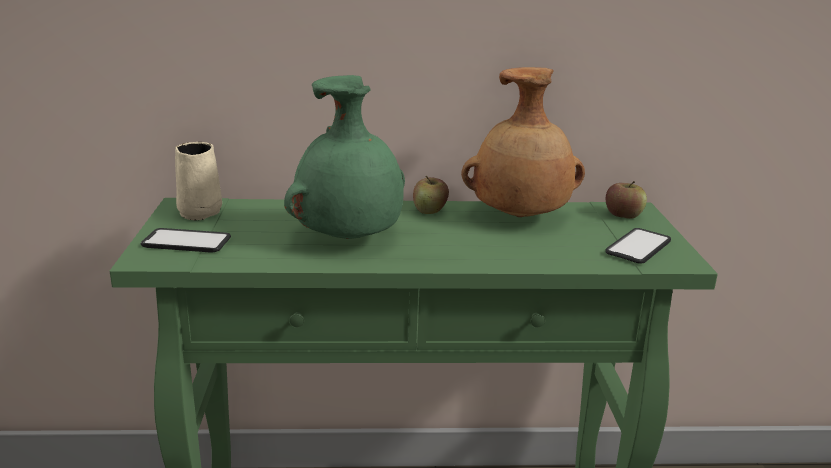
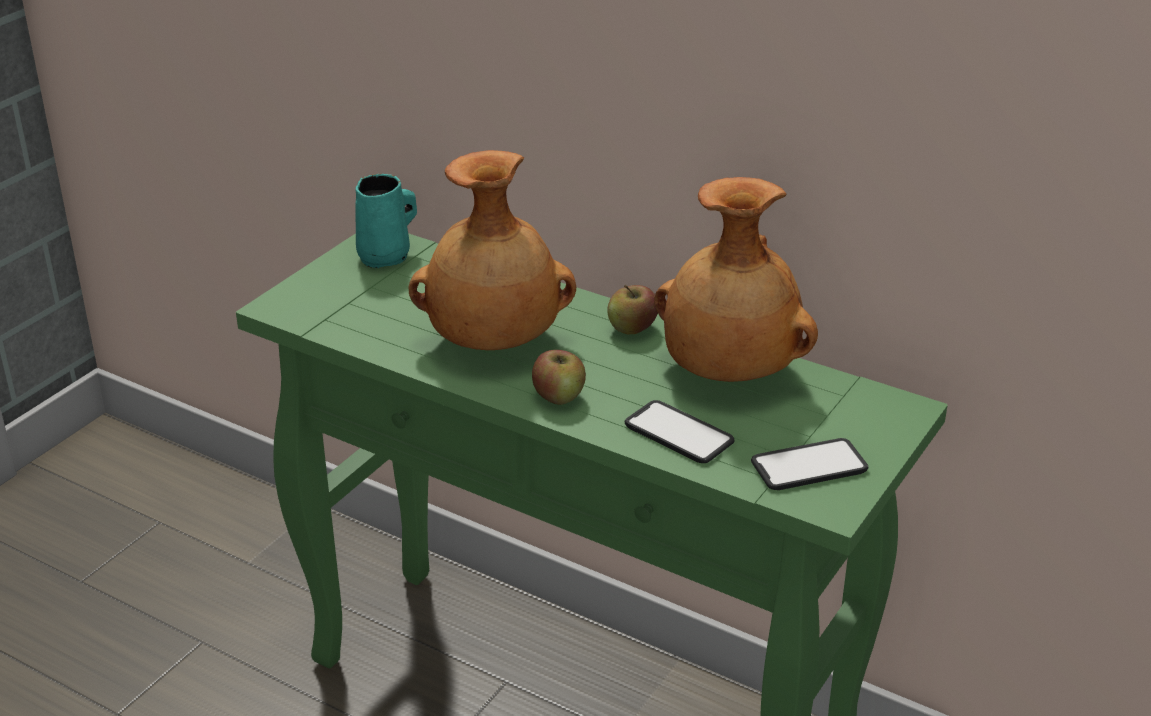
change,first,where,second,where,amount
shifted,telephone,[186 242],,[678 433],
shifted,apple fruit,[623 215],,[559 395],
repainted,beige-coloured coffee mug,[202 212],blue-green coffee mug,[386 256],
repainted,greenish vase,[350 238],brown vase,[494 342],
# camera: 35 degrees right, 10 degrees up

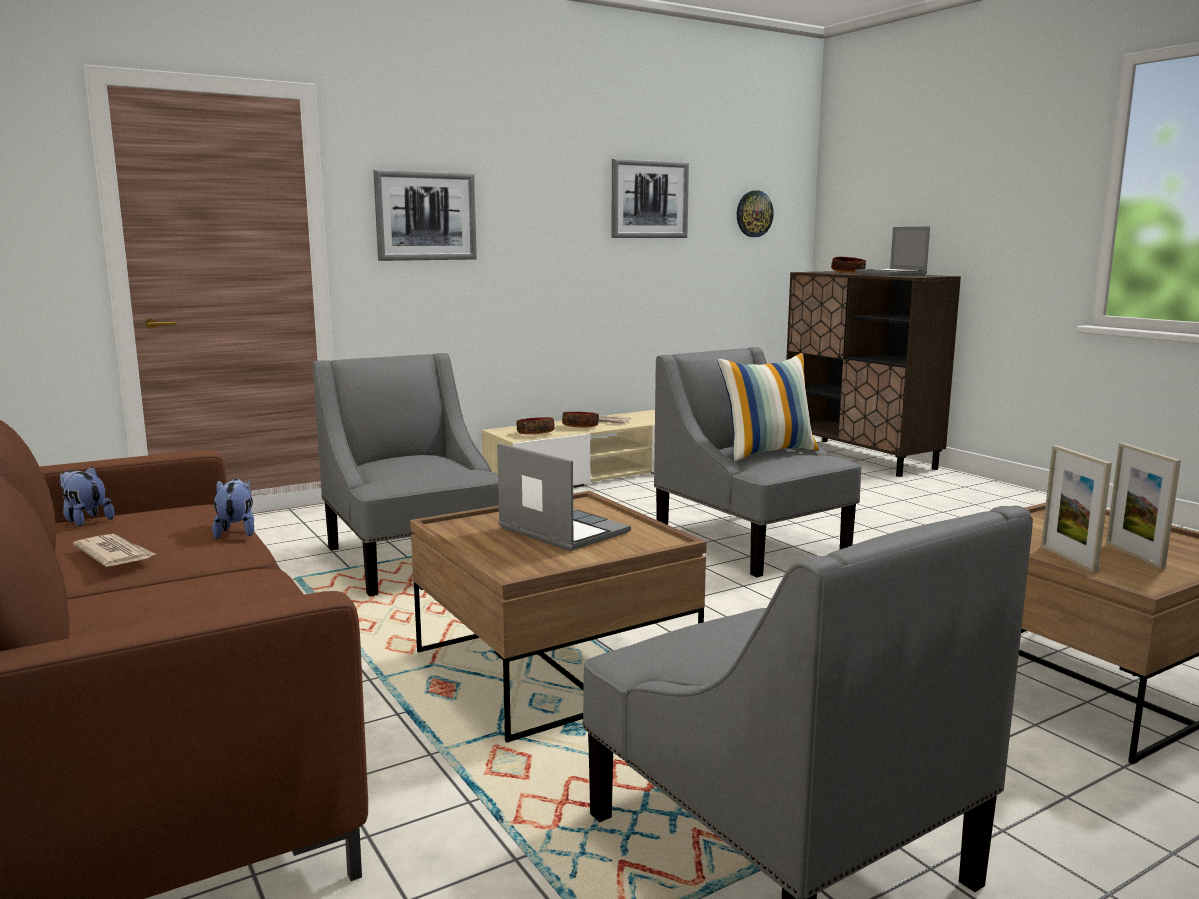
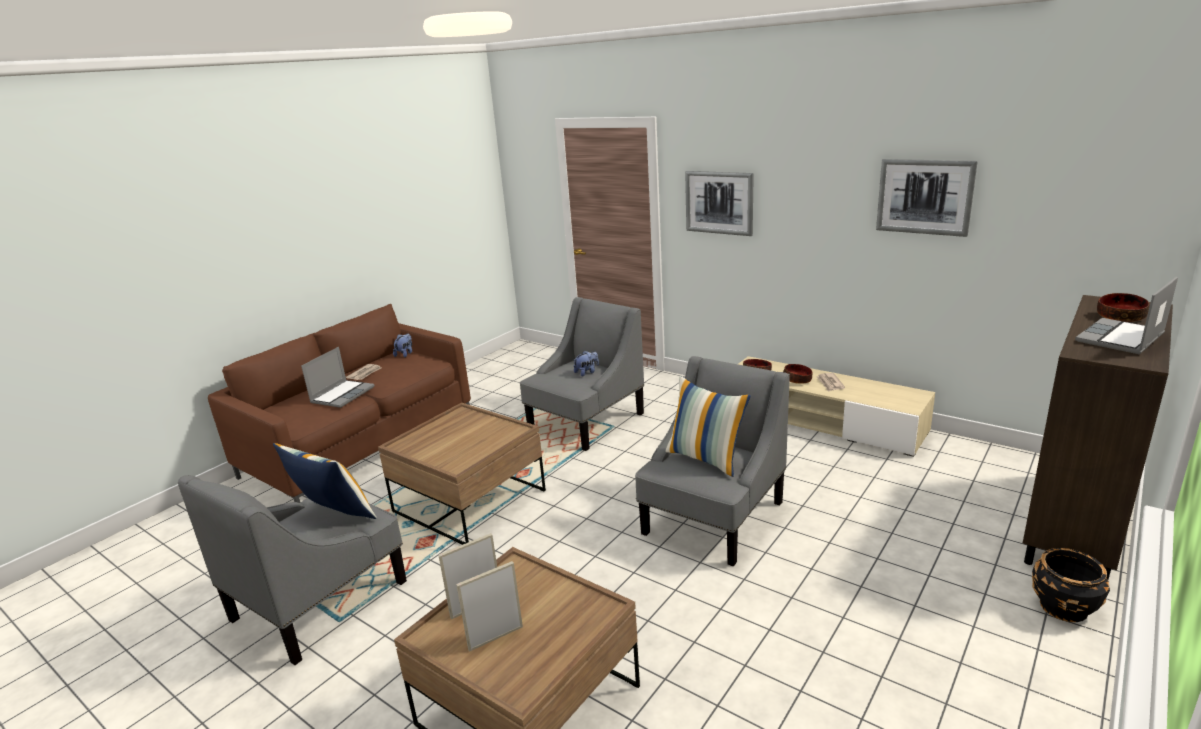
change,first,where,second,where,amount
gone,clock on the wall,[754 214],,,
new,,,pillow,[334 515],
new,,,black flower pot,[1063 607],
shifted,plush toy,[236 532],,[587 372],
shifted,laptop,[560 530],,[342 394],
# camera: 70 degrees right, 10 degrees up

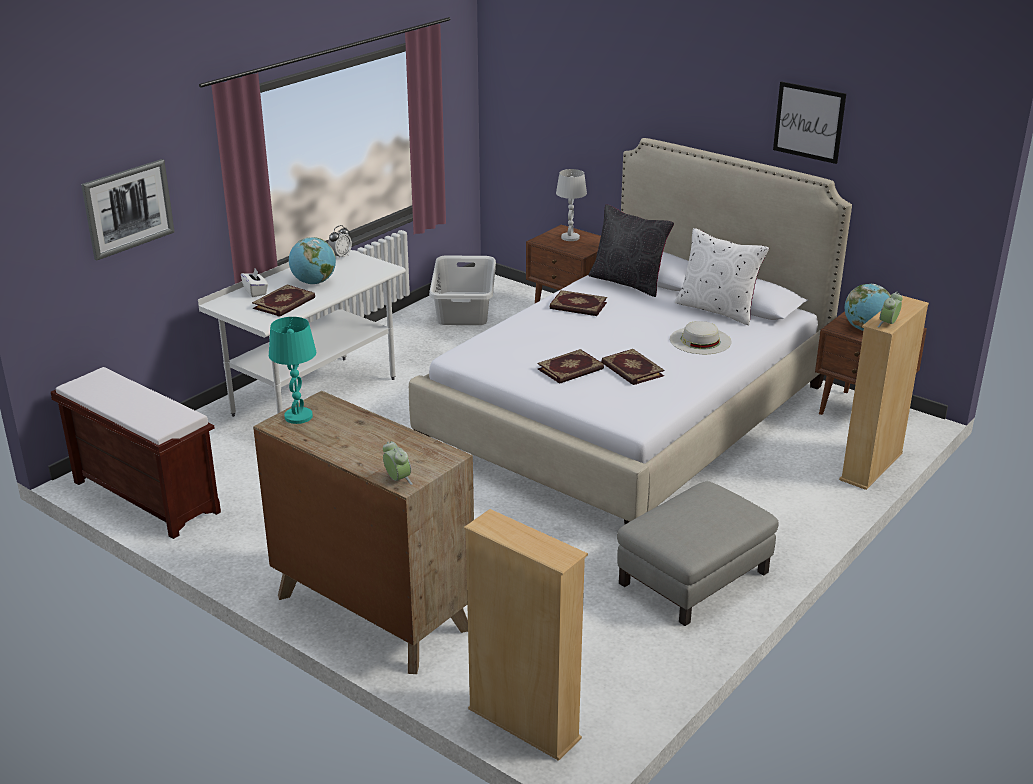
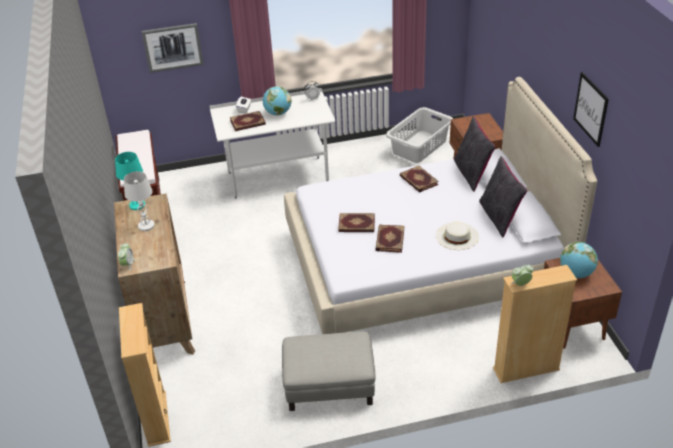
change,first,where,second,where,amount
shifted,whitish table lamp,[570 237],,[146 226],
repainted,whitish pillow,[717 310],black pillow,[499 217],
# camera: 40 degrees right, 10 degrees up

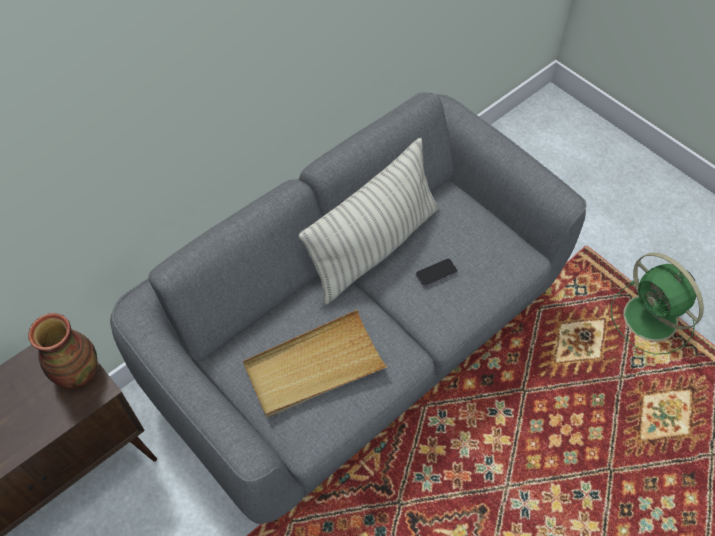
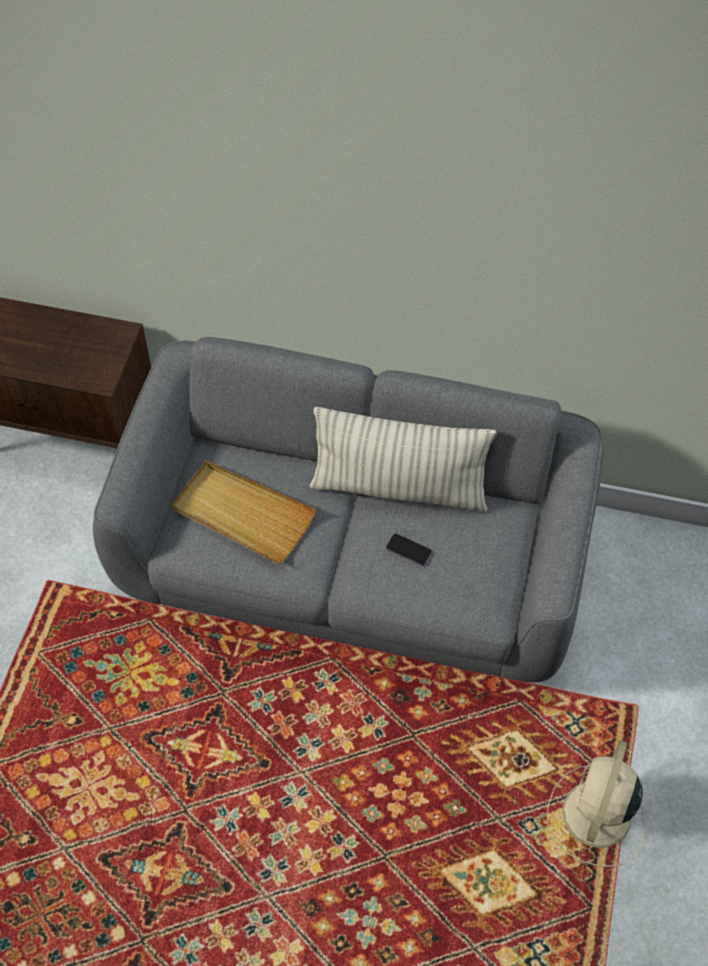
change,first,where,second,where,amount
gone,vase,[77 372],,,
repainted,greenish fan,[652 320],beige-coloured fan,[595 817],
# camera: 55 degrees right, 0 degrees up

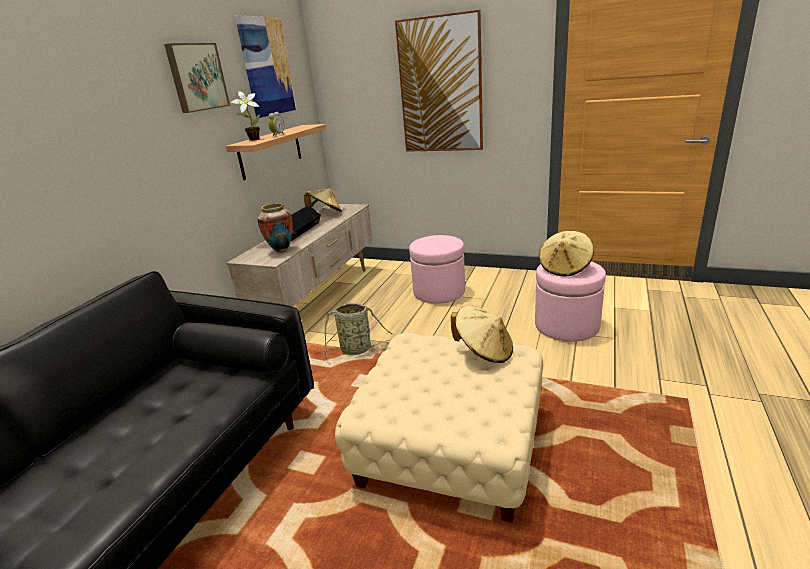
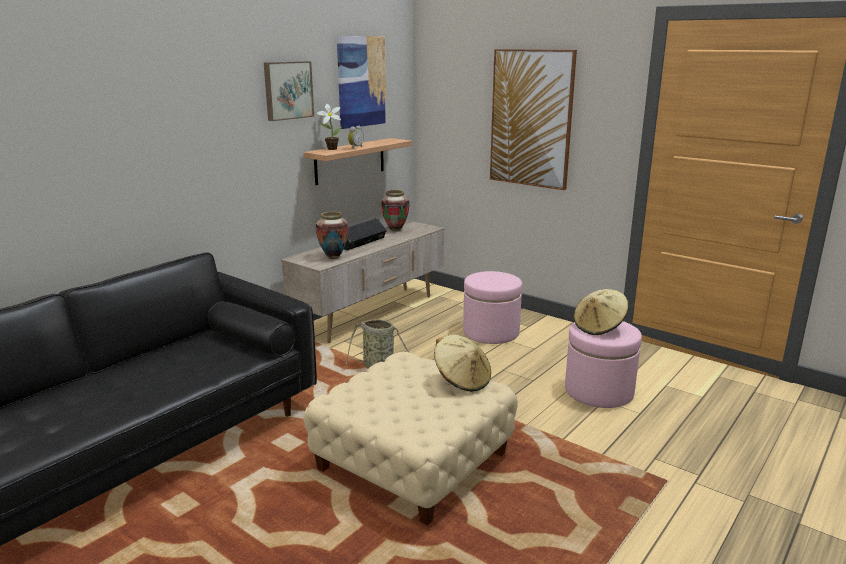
change,first,where,second,where,amount
swapped,beige-coloured wearable hat,[325 214],vase,[395 230],
# camera: 15 degrees right, 5 degrees down

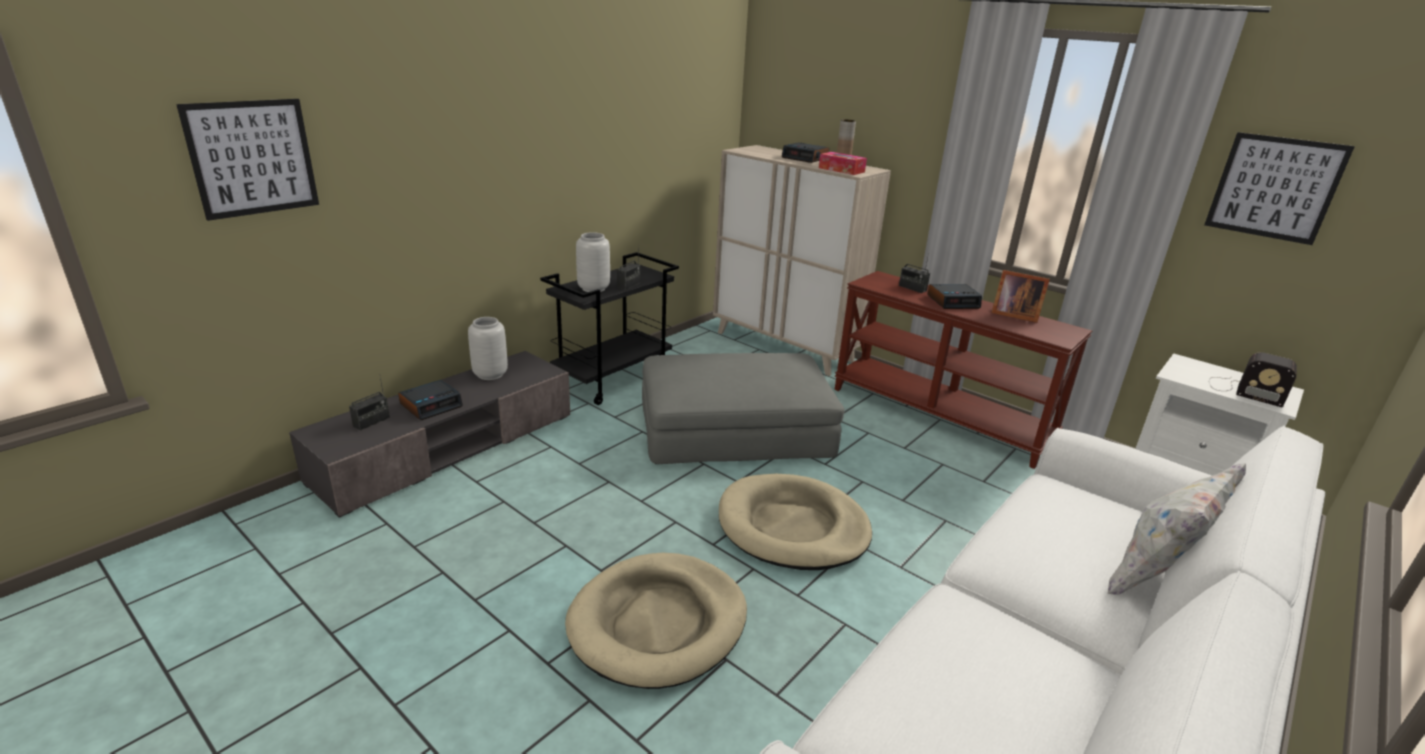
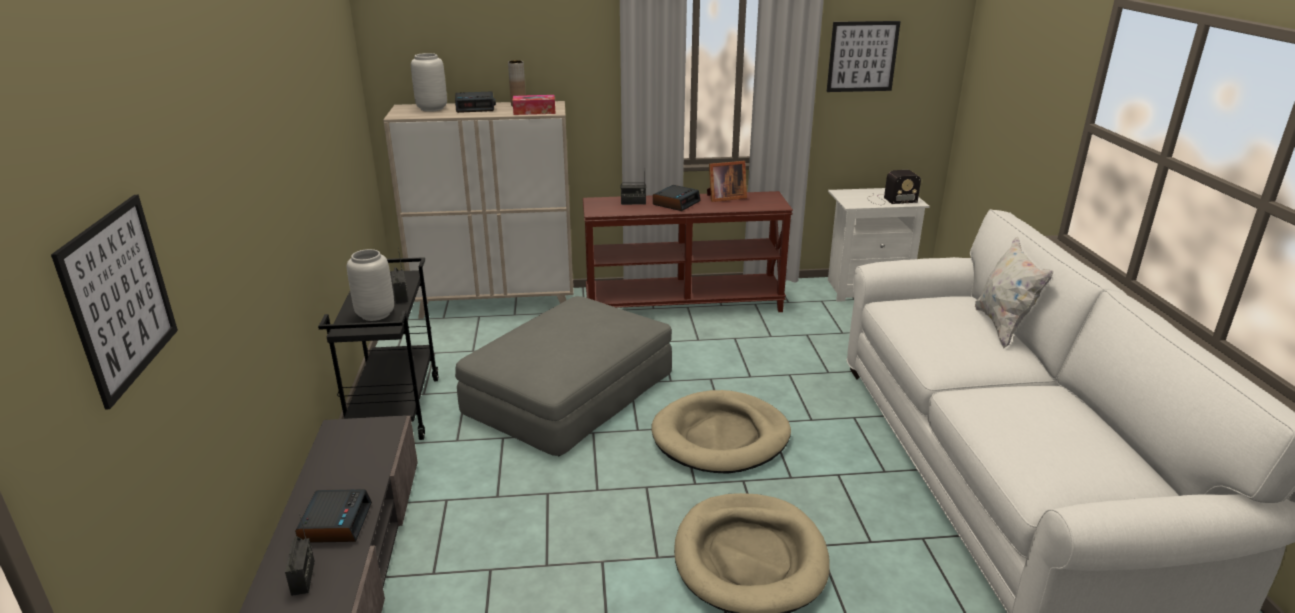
change,first,where,second,where,amount
shifted,gray vase,[490 374],,[431 109],
# camera: 45 degrees left, 0 degrees up

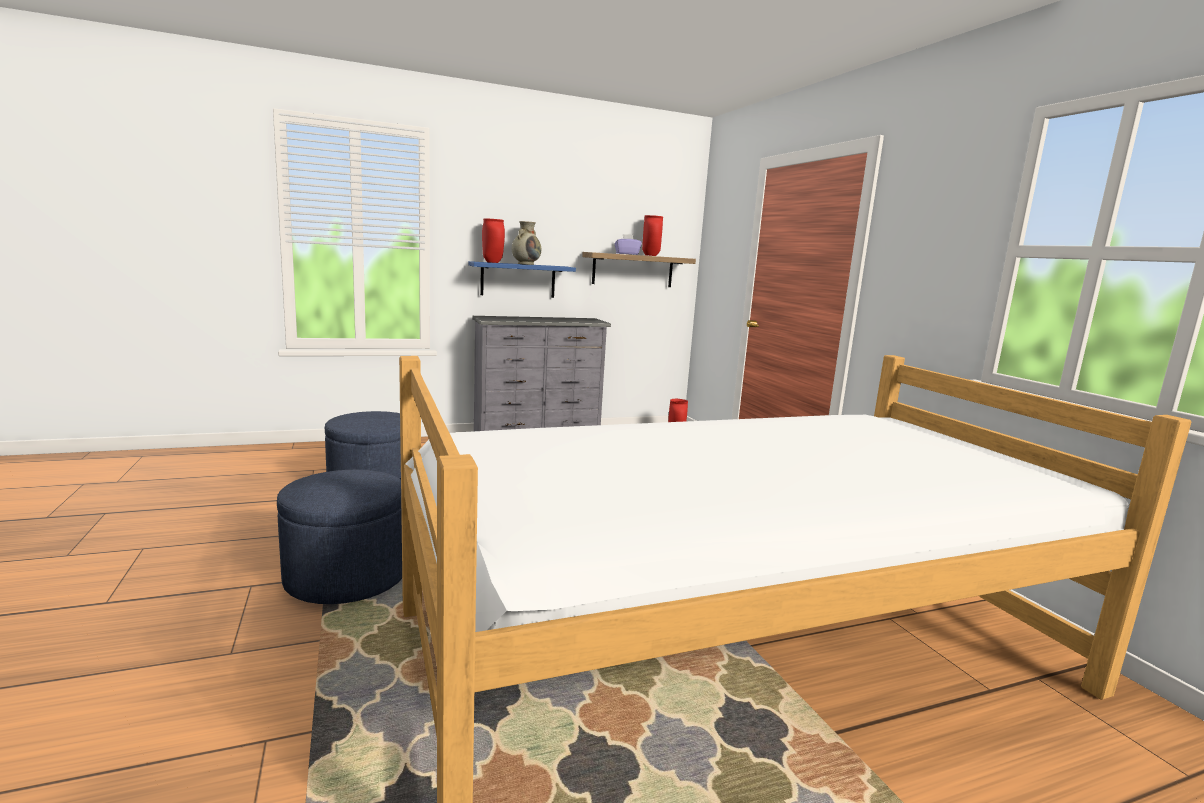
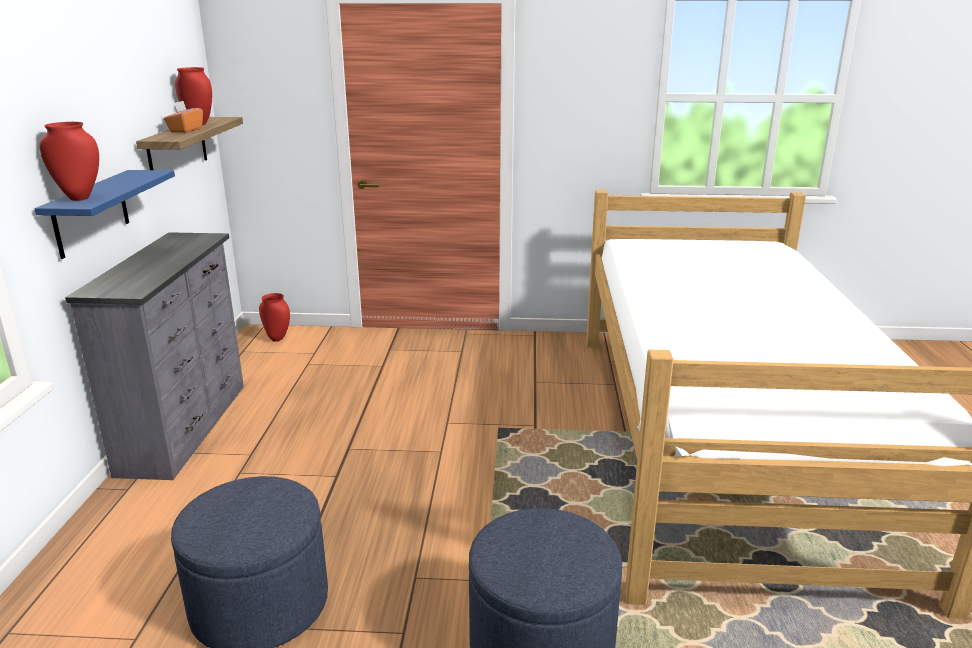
change,first,where,second,where,amount
gone,beige-coloured vase,[526 264],,,
repainted,purple box of tissues,[627 254],orange-coloured box of tissues,[185 130],
# camera: 65 degrees left, 10 degrees up

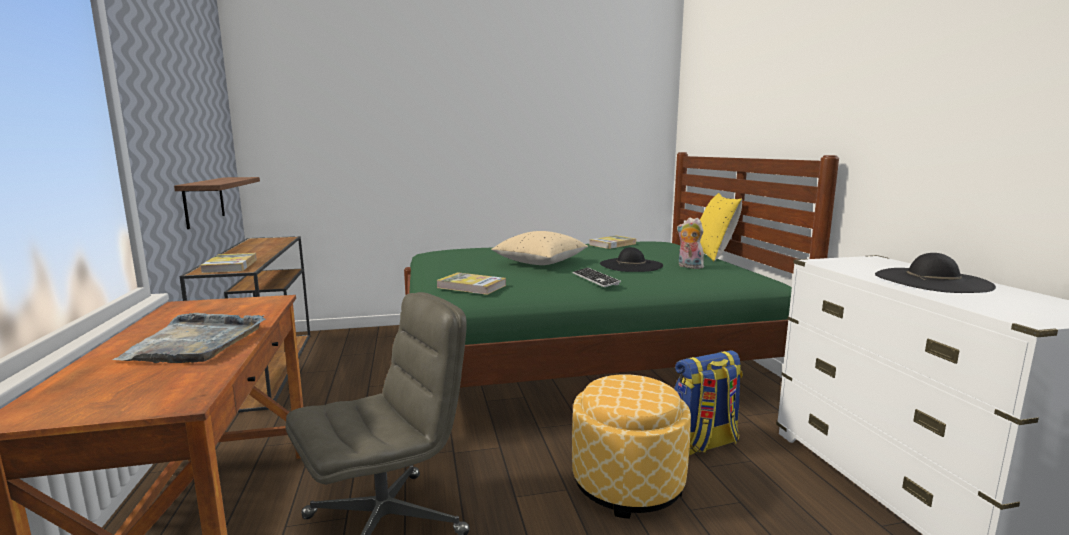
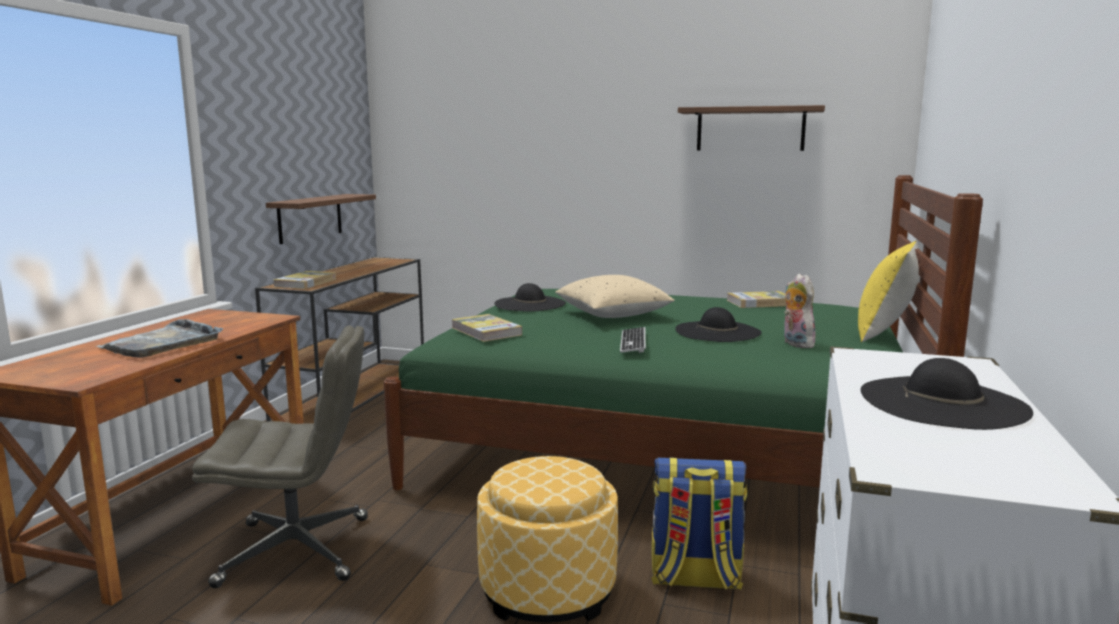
change,first,where,second,where,amount
new,,,black wearable hat,[530 304],
new,,,bracket shelf,[750 129],
# camera: 30 degrees right, 0 degrees up

